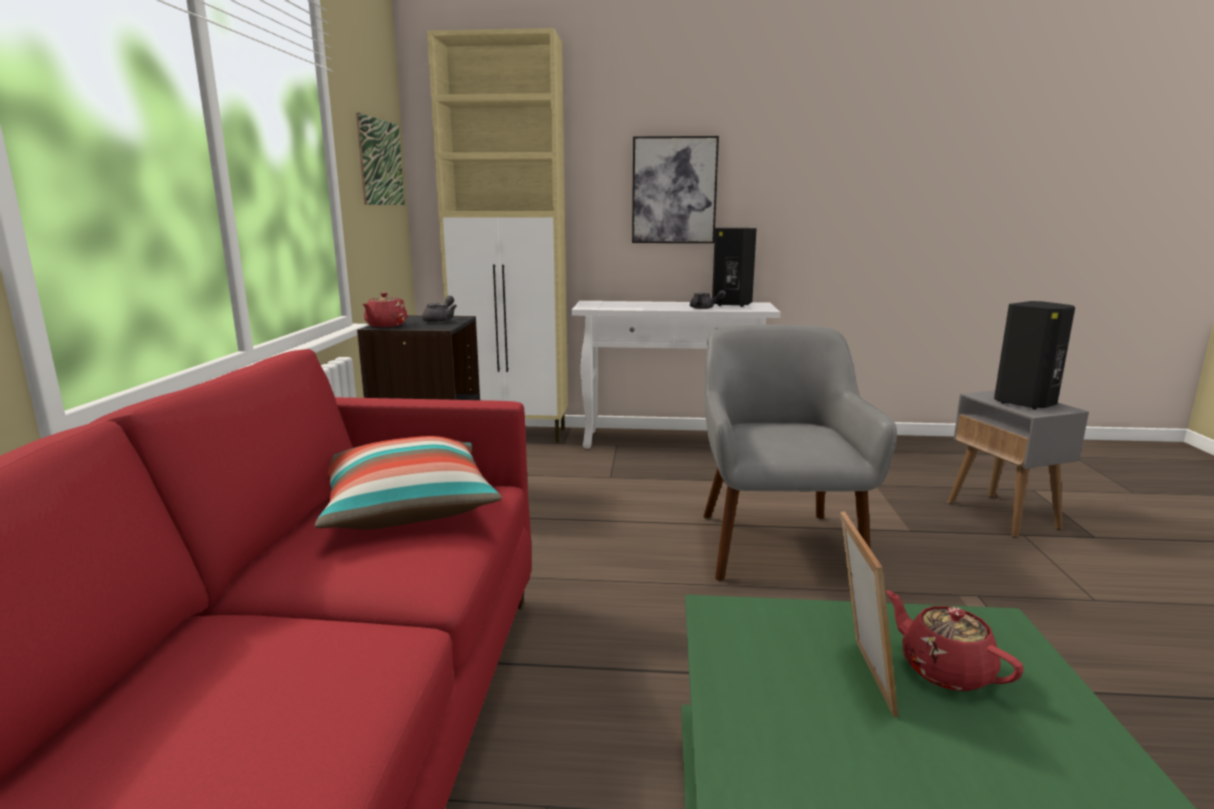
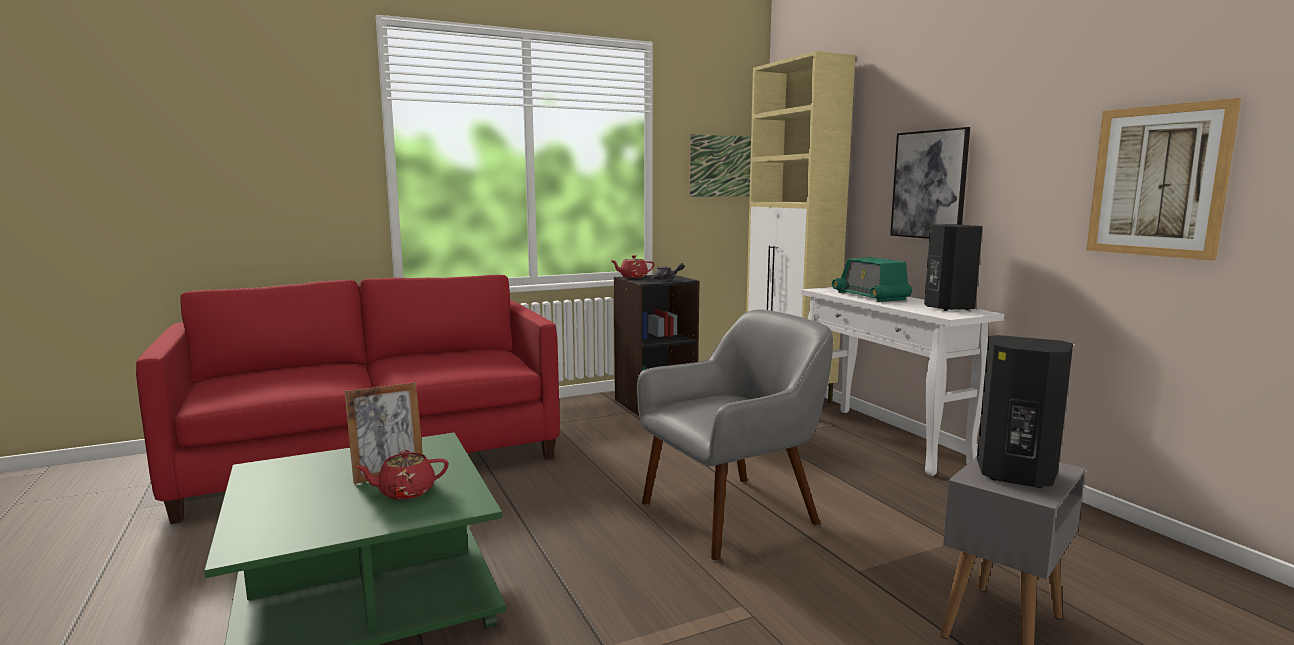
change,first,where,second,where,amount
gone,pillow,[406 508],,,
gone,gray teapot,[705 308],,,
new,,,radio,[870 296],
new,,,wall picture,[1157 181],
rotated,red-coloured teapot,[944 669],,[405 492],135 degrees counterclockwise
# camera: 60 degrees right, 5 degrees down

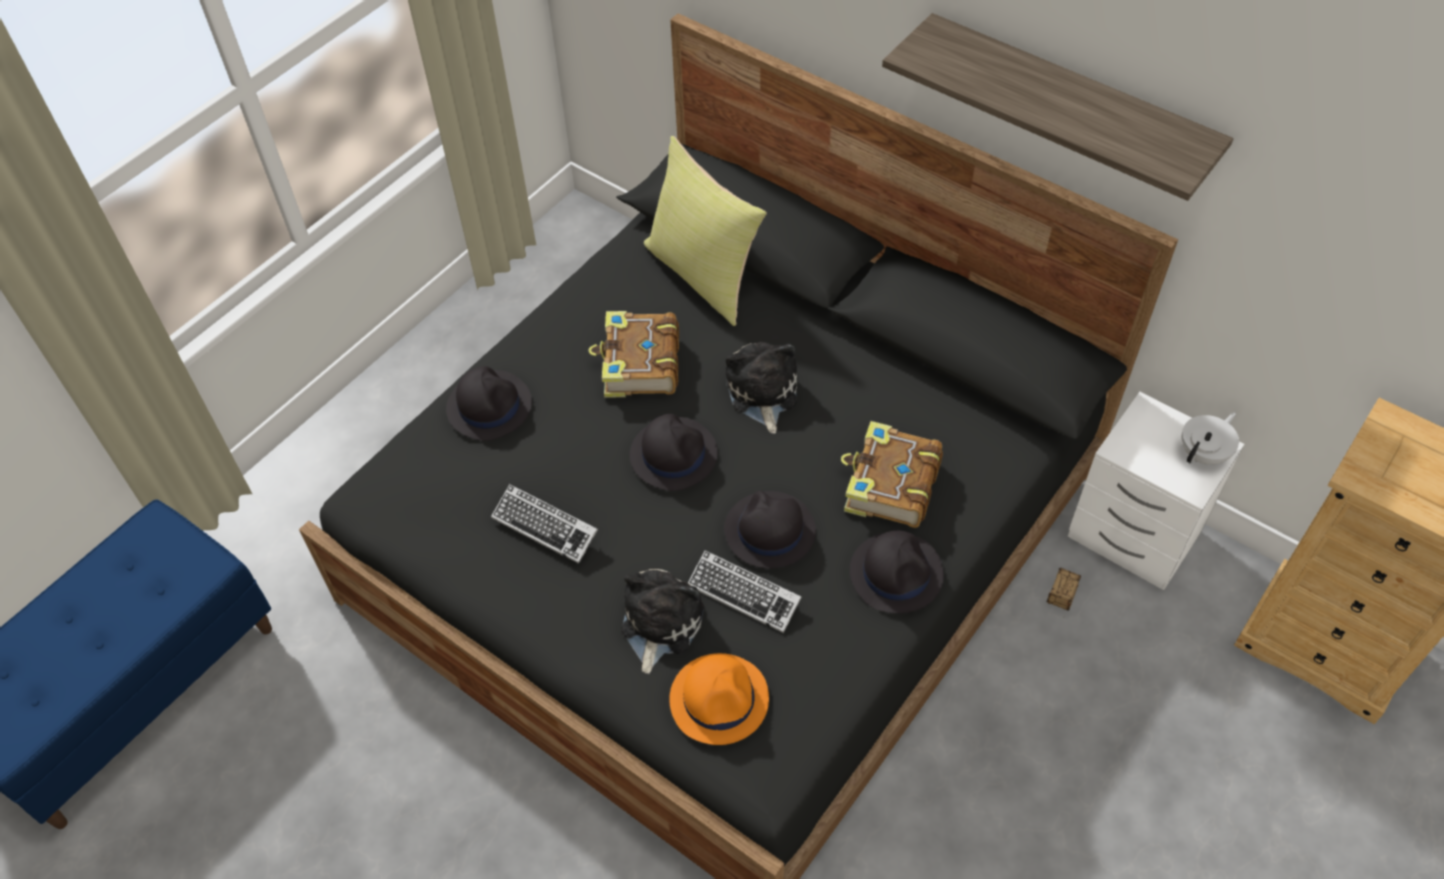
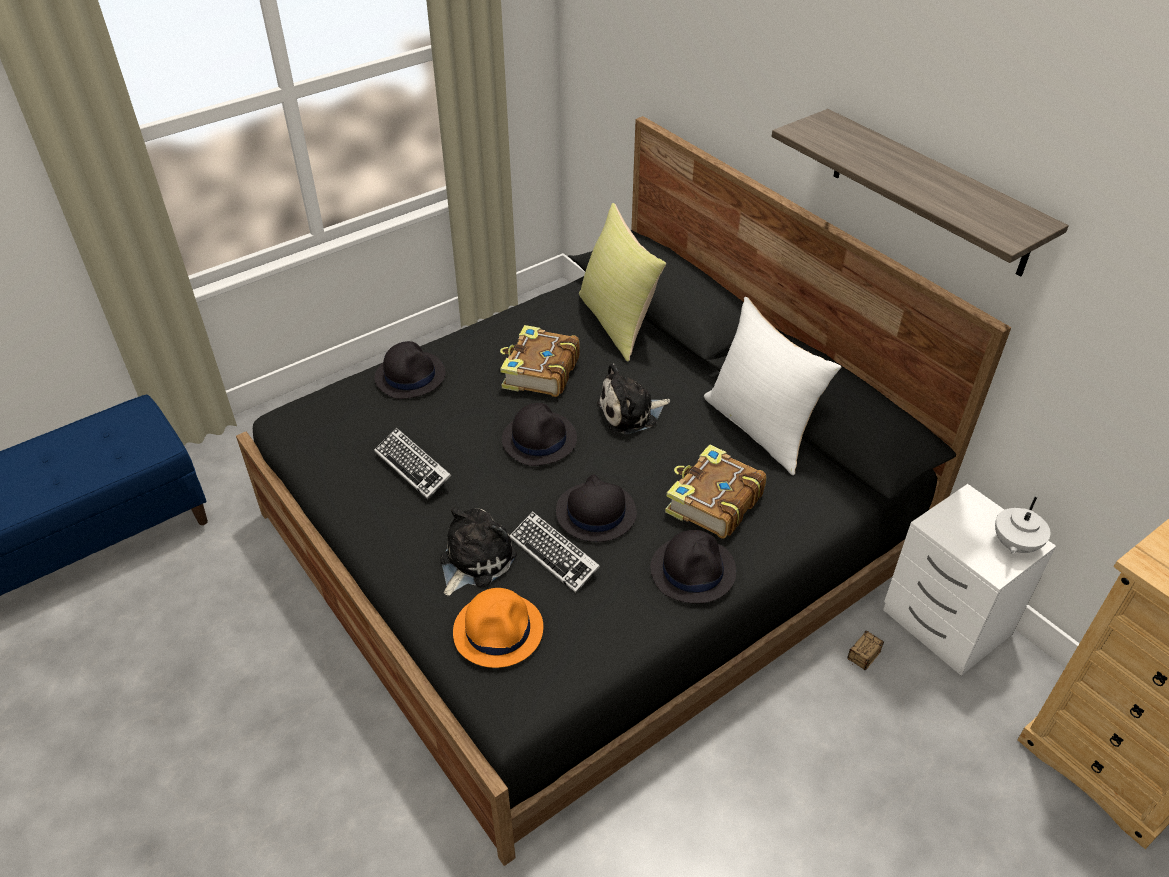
change,first,where,second,where,amount
new,,,whitish pillow,[761 428],
rotated,plush toy,[762 393],,[631 413],120 degrees counterclockwise
rotated,whitish teapot,[1203 453],,[1014 545],150 degrees clockwise
# camera: 15 degrees right, 10 degrees down

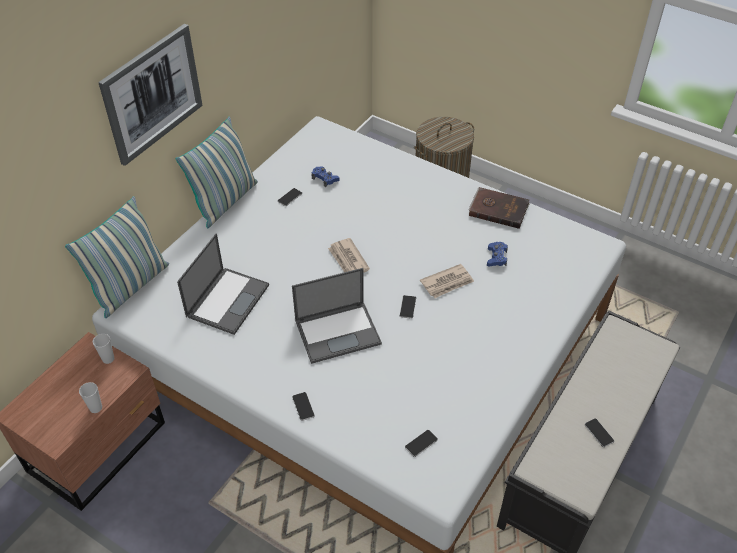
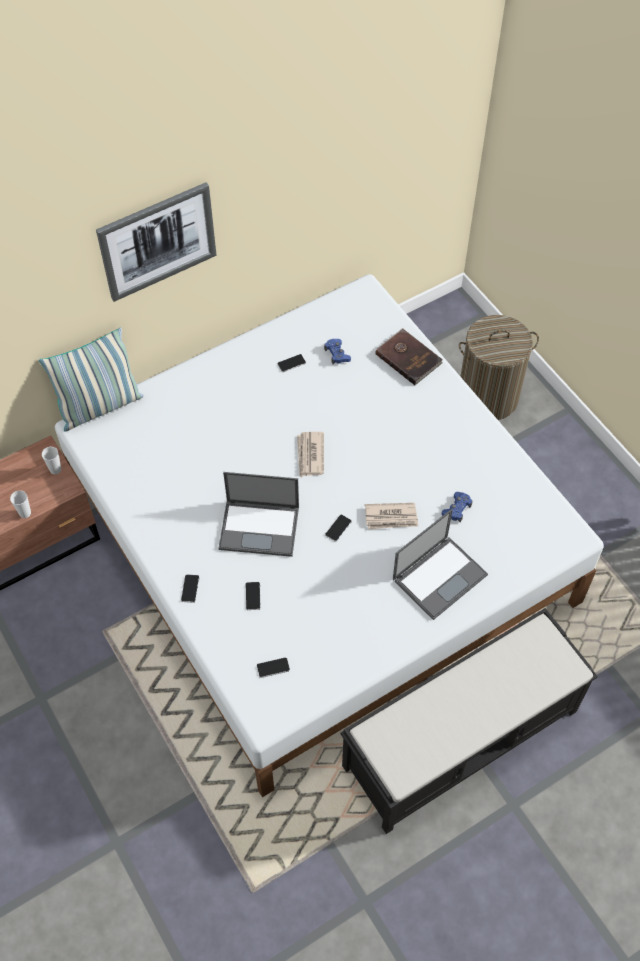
change,first,where,second,where,amount
gone,pillow,[225 201],,,
shifted,laptop,[228 300],,[440 576],
shifted,brown book,[498 209],,[408 358],
shifted,telephone,[599 433],,[253 596],
# camera: 25 degrees right, 10 degrees up

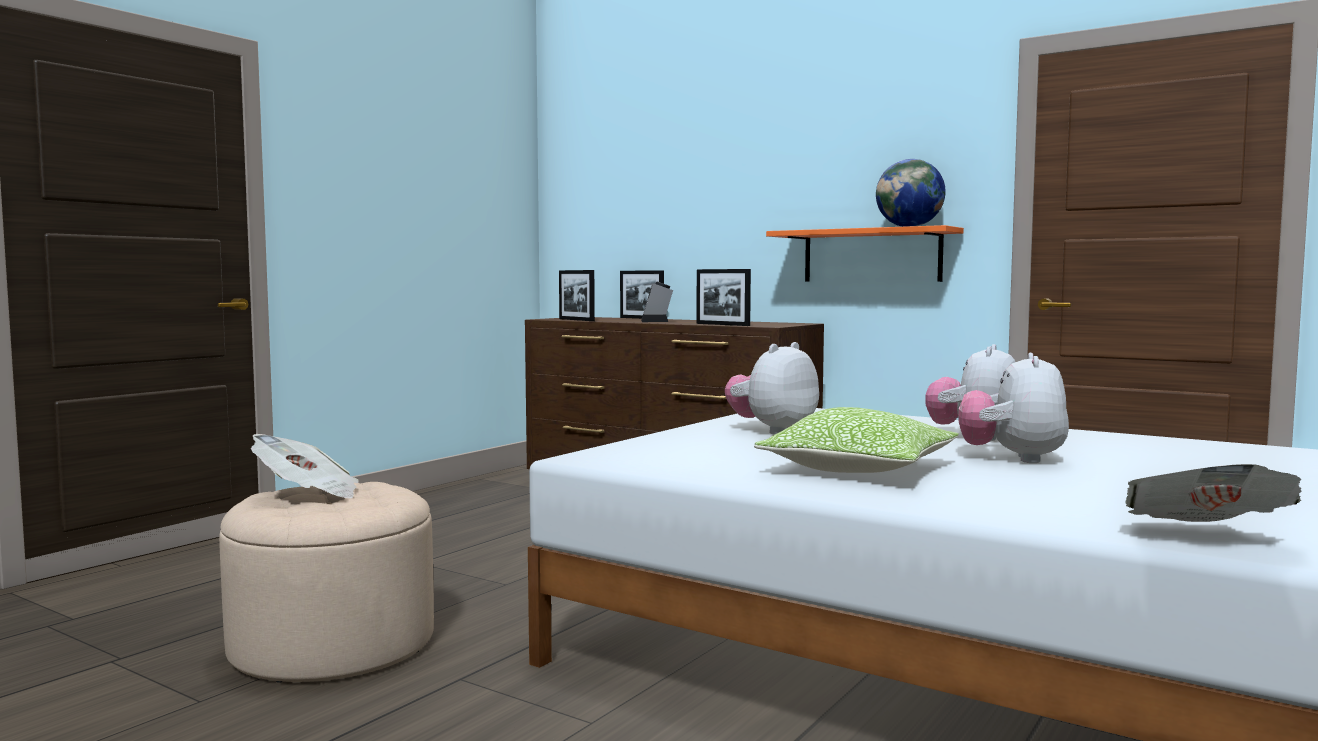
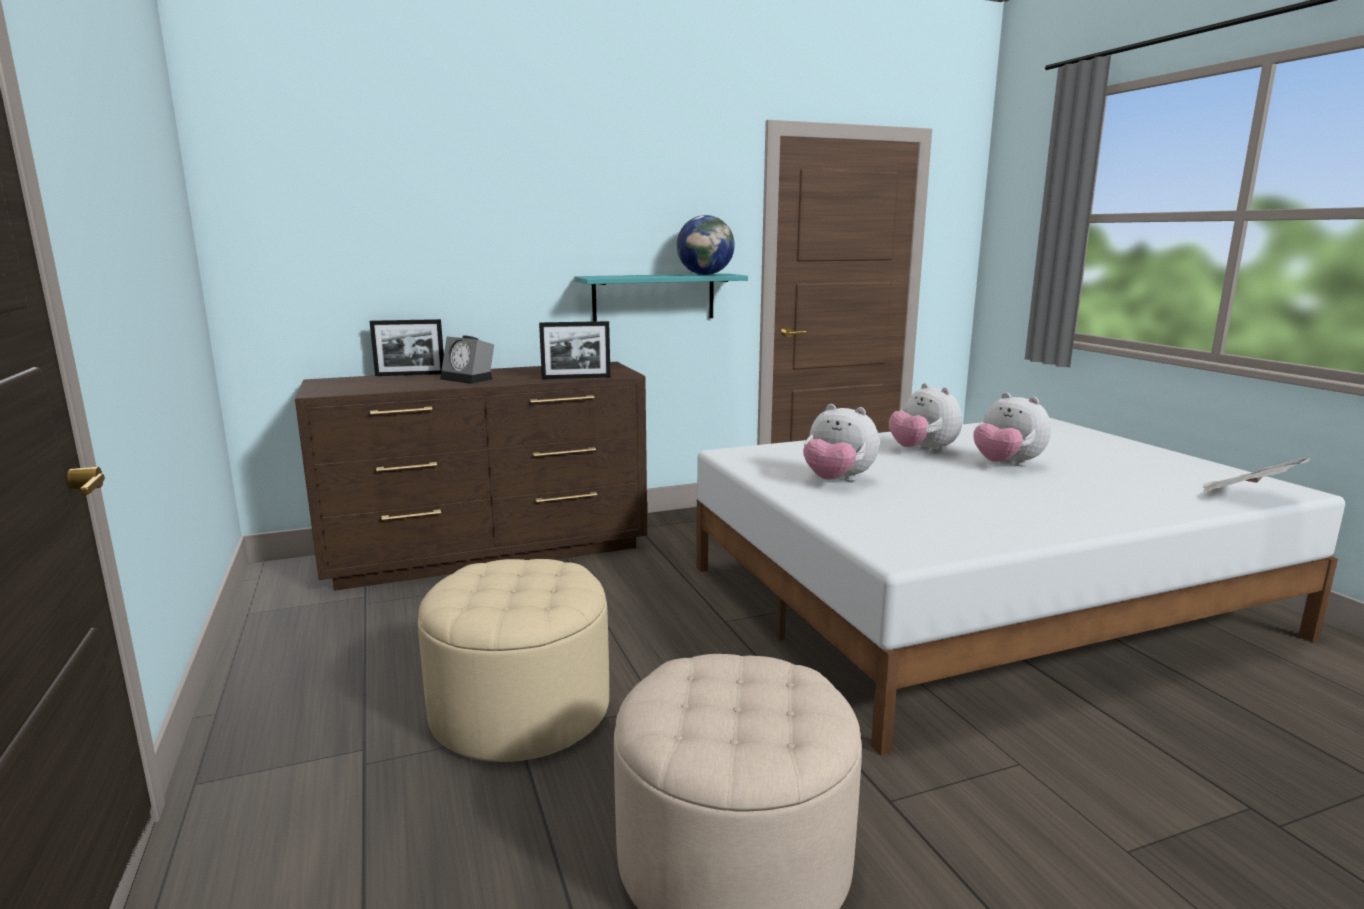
change,first,where,second,where,amount
gone,printed paper,[308 494],,,
gone,picture frame,[576 320],,,
gone,pillow,[859 469],,,
new,,,beige-coloured footrest,[520 709],
repainted,orange-coloured bracket shelf,[871 256],blue-green bracket shelf,[654 297],
rotated,plush toy,[772 431],,[837 481],45 degrees counterclockwise
# camera: 55 degrees left, 10 degrees up

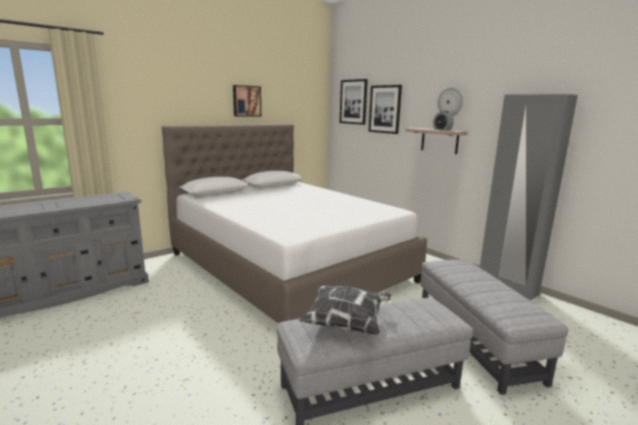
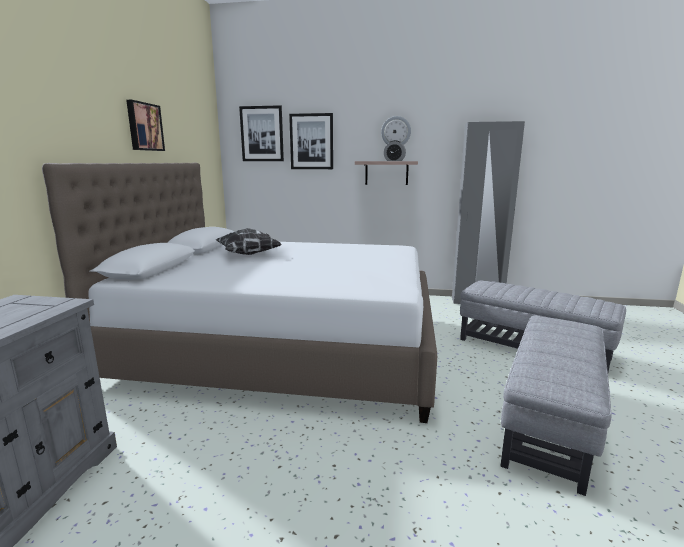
change,first,where,second,where,amount
shifted,pillow,[347 323],,[249 254],
# camera: 40 degrees left, 0 degrees up

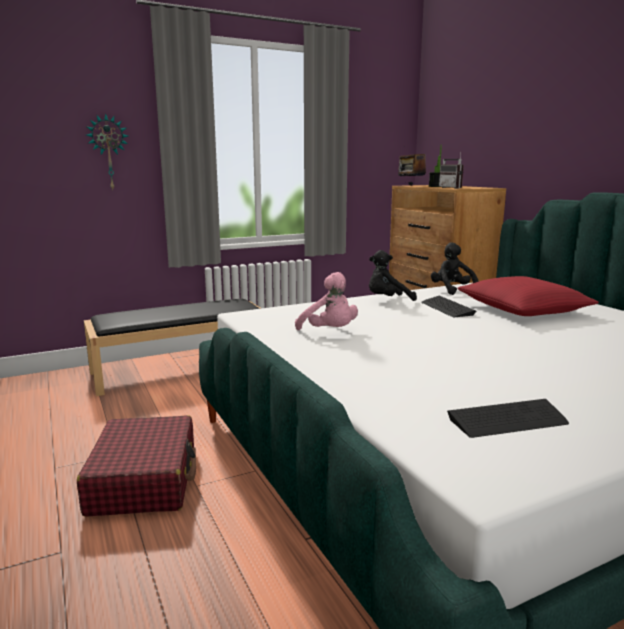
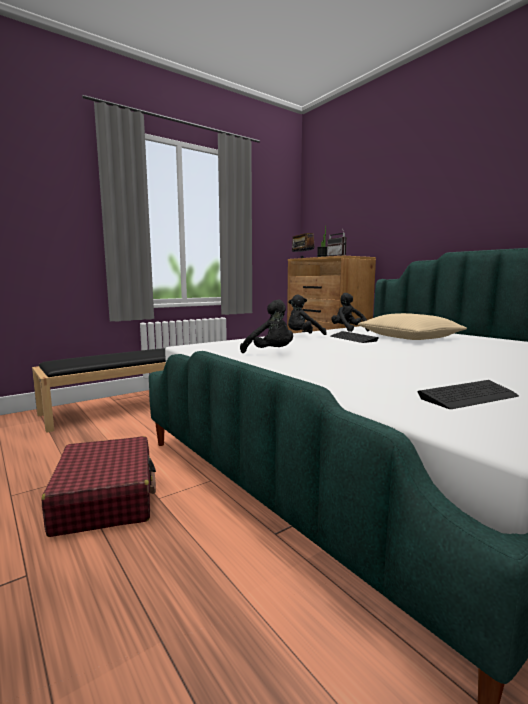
change,first,where,second,where,amount
gone,clock on the wall,[108 152],,,
repainted,pinkish plush toy,[329 332],black plush toy,[271 353],
repainted,red-coloured pillow,[522 309],beige-coloured pillow,[409 337],
# camera: 10 degrees left, 5 degrees down

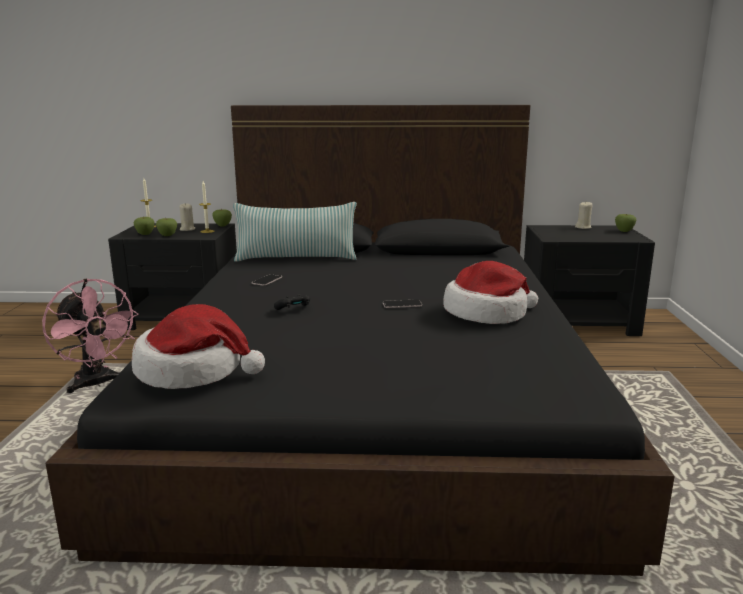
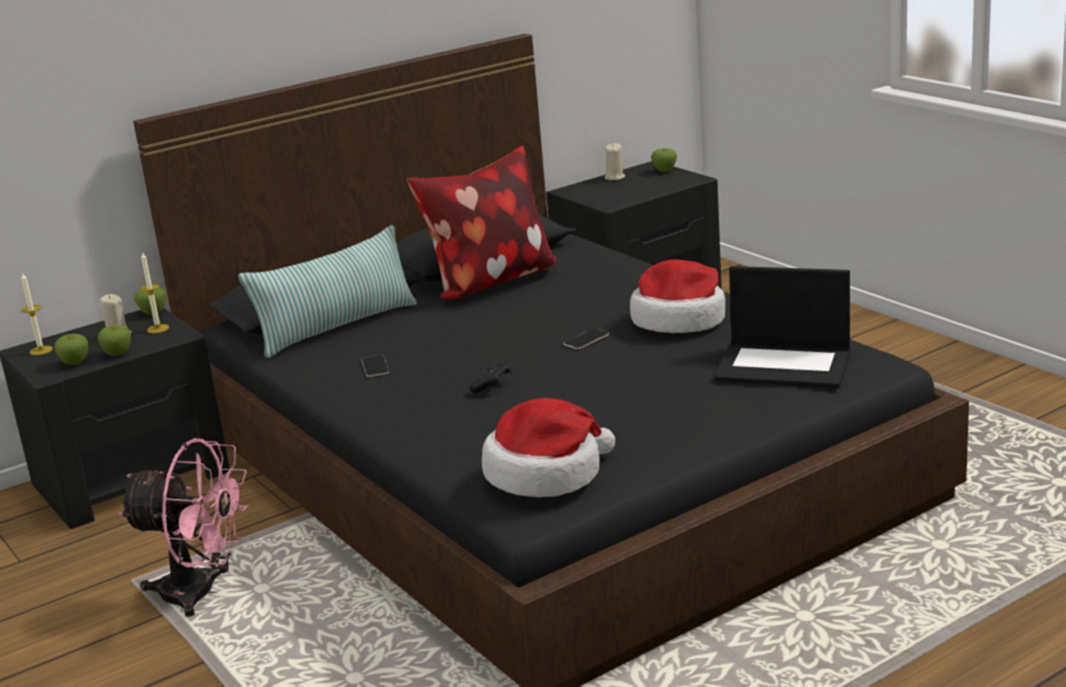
change,first,where,second,where,amount
new,,,pillow,[490 282],
new,,,laptop,[785 365],
# camera: 35 degrees left, 5 degrees up

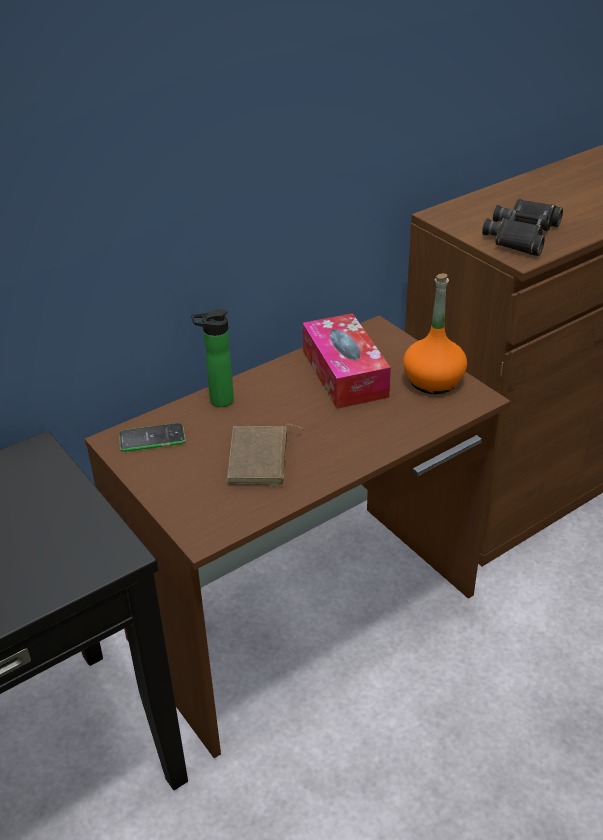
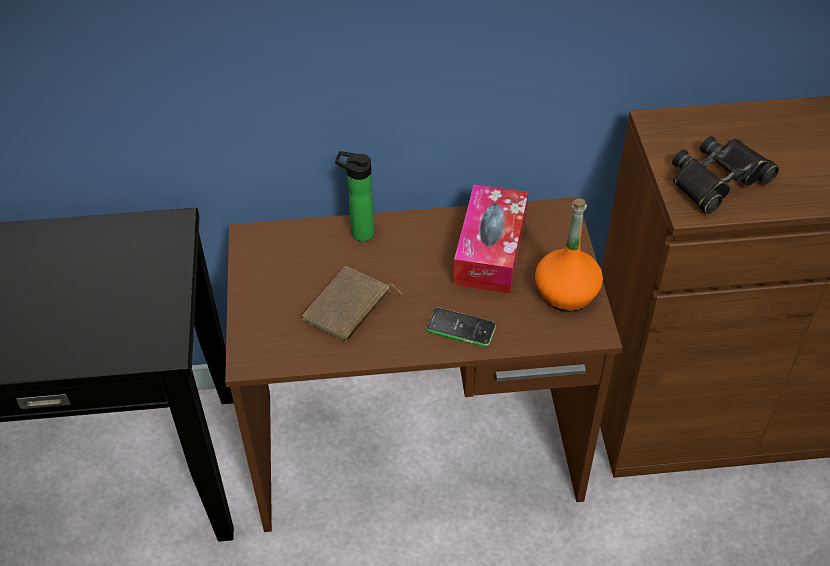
change,first,where,second,where,amount
shifted,telephone,[152 438],,[461 328],
# camera: 30 degrees right, 10 degrees up

